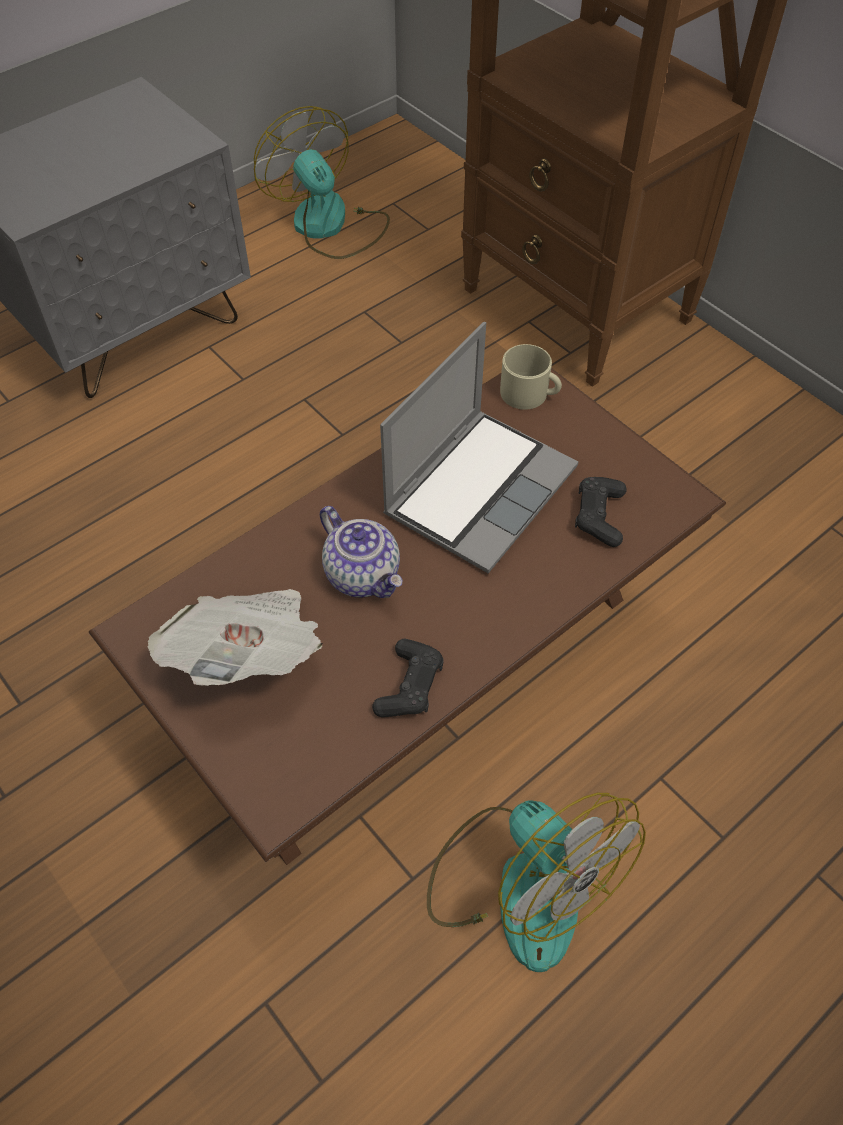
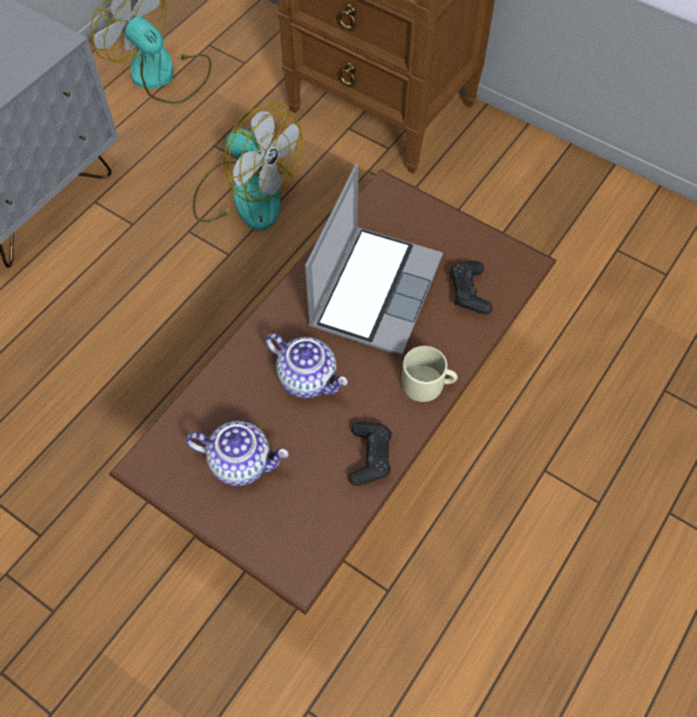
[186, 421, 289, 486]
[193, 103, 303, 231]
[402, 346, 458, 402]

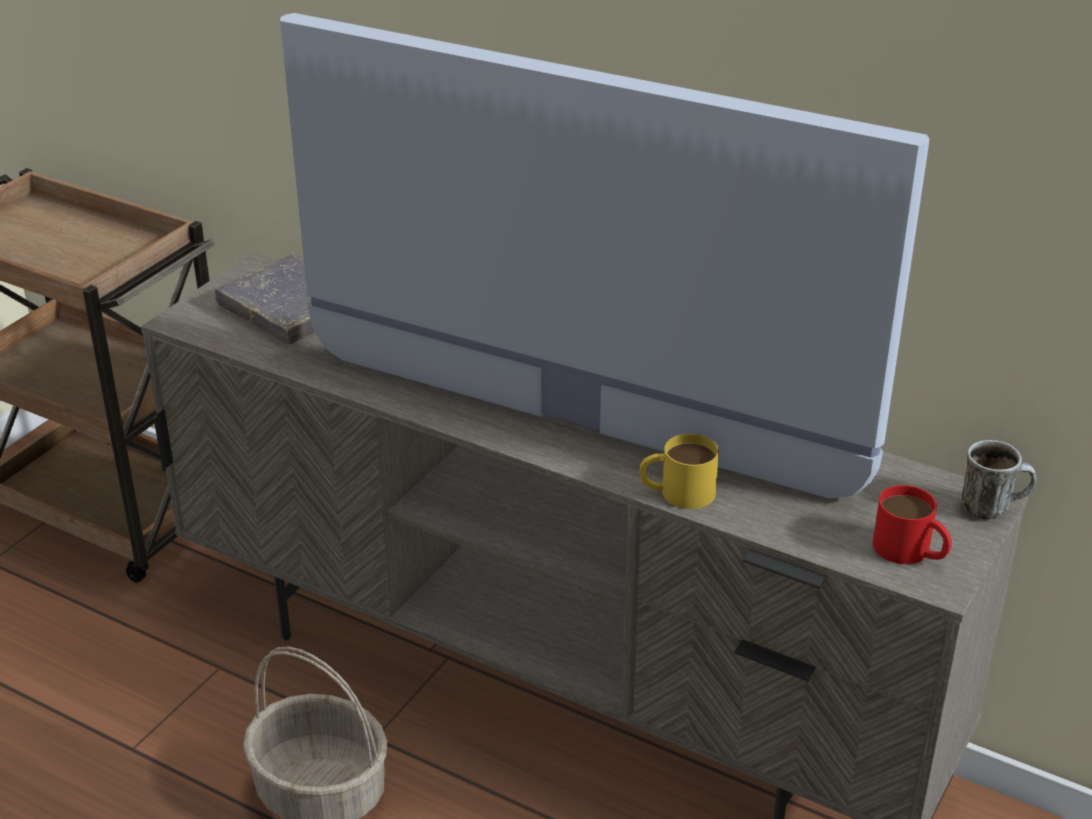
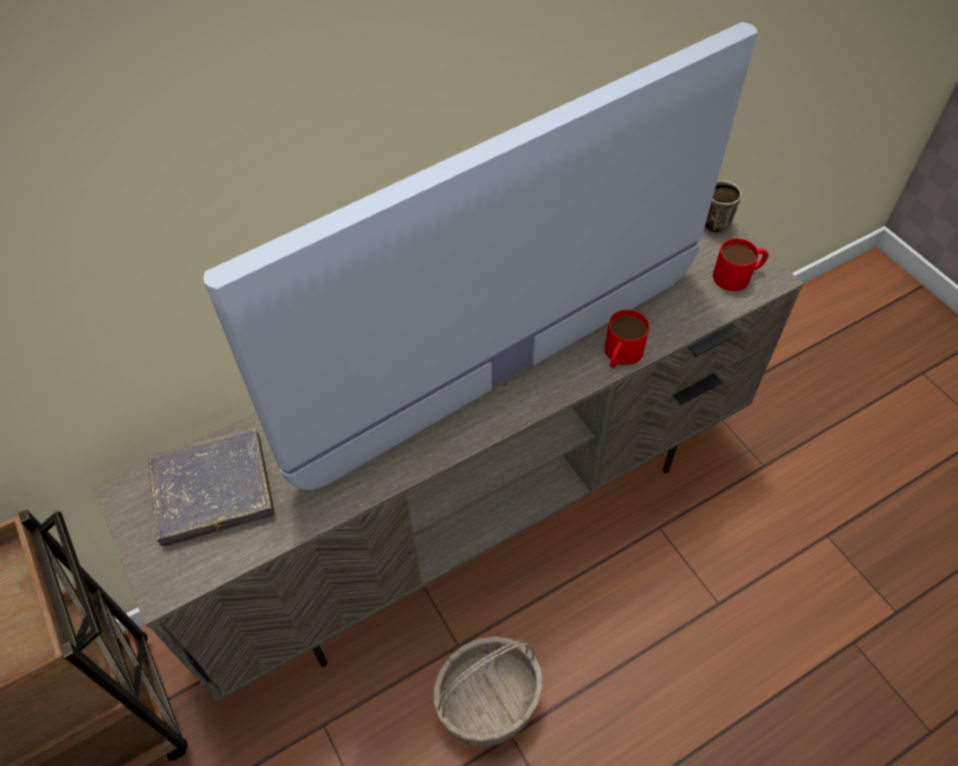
[605, 310, 649, 368]

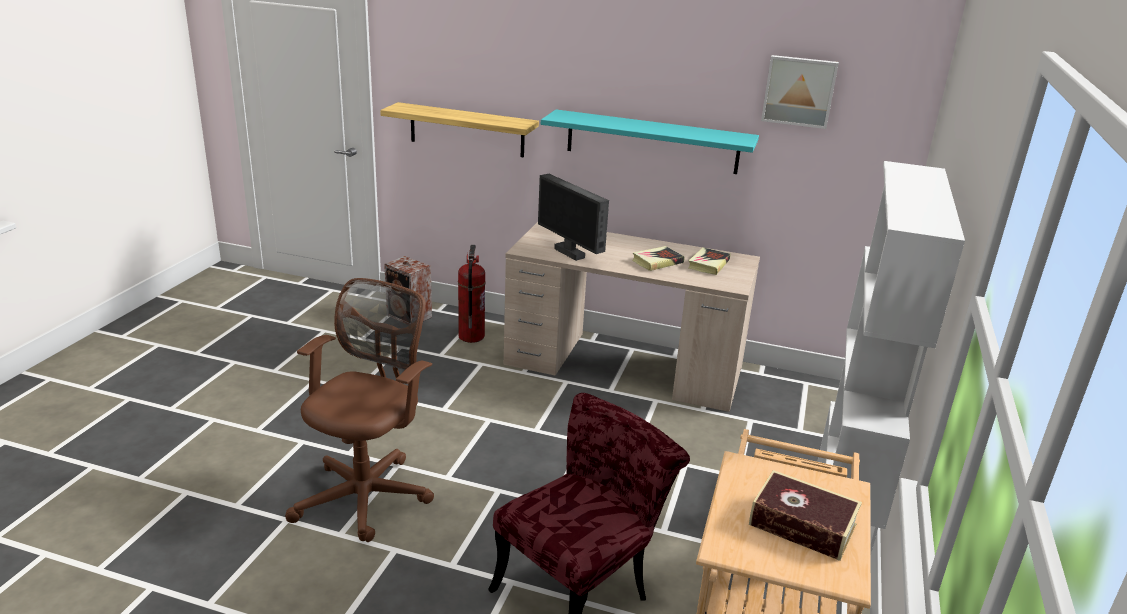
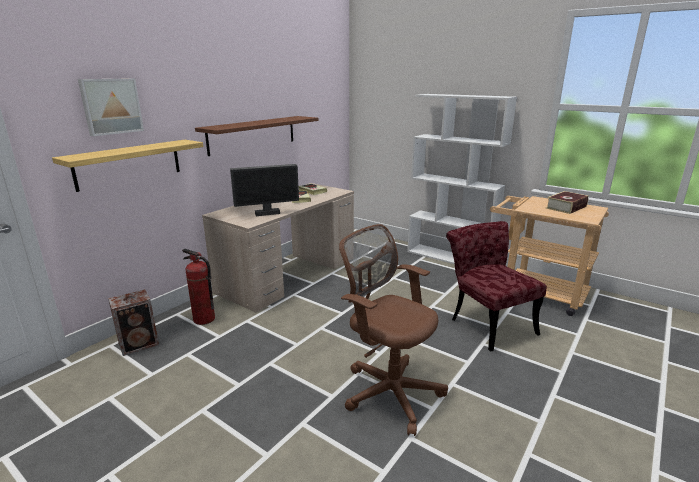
[195, 116, 318, 156]
[78, 78, 144, 136]

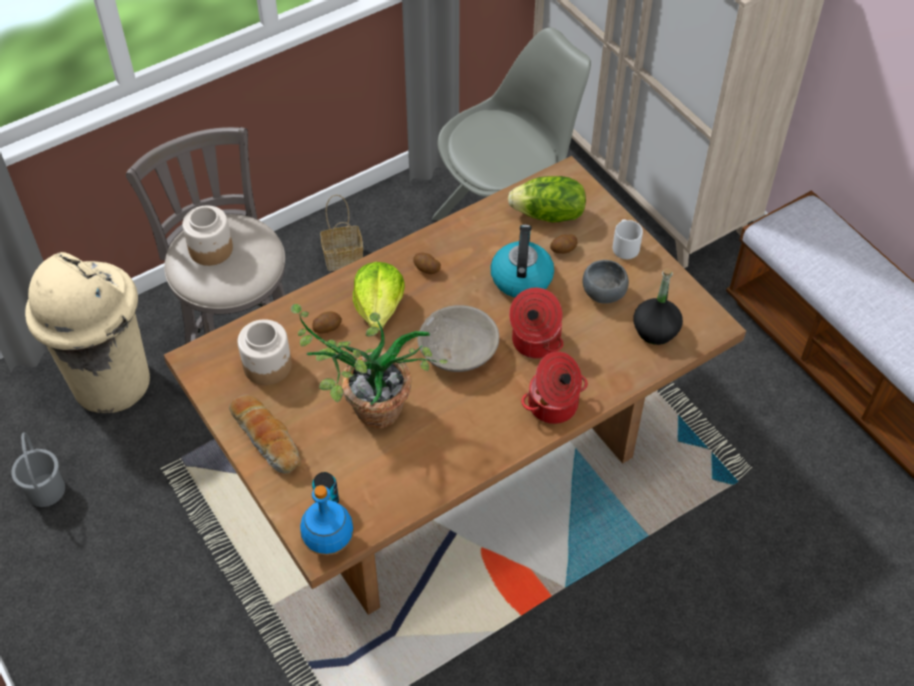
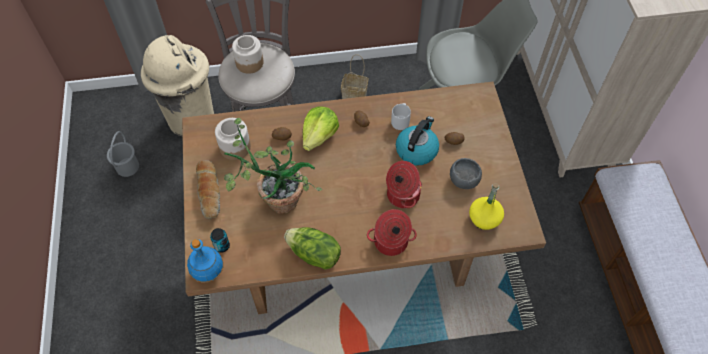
[418, 305, 499, 372] (first image)
[284, 227, 341, 269]
[391, 103, 411, 130]
[469, 183, 504, 230]

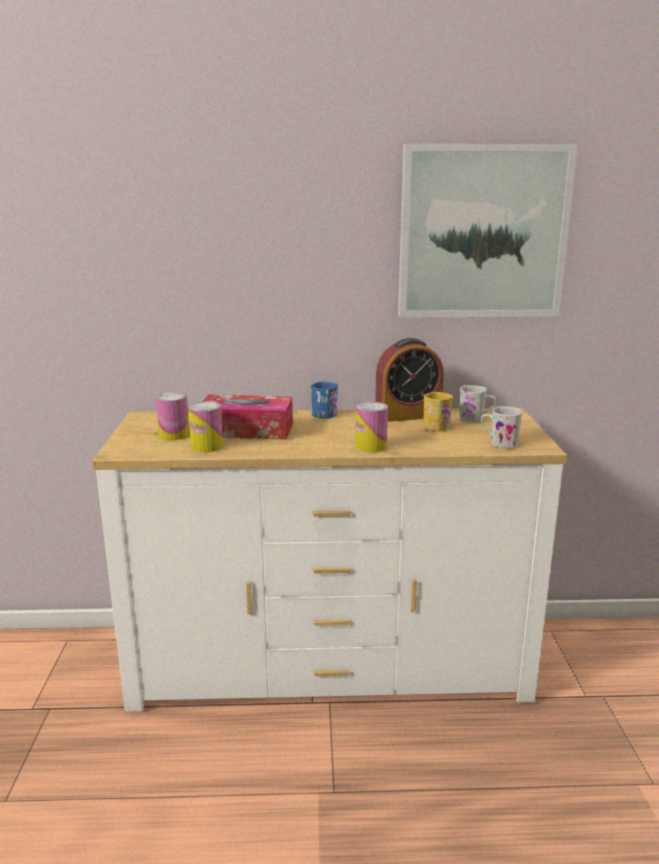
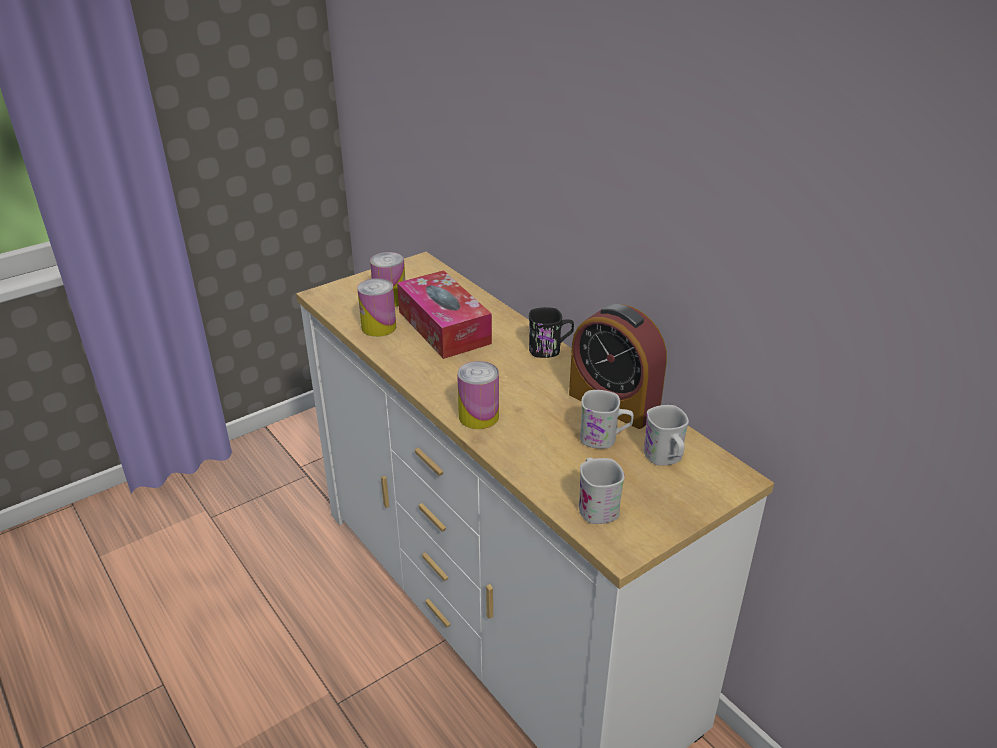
[529, 307, 574, 358]
[398, 144, 578, 318] (first image)
[580, 390, 634, 449]

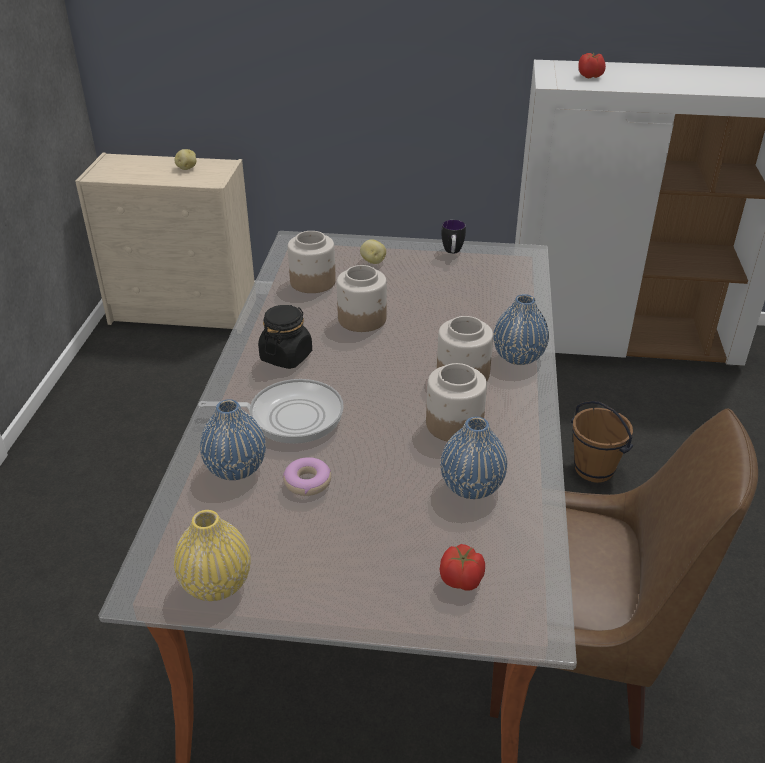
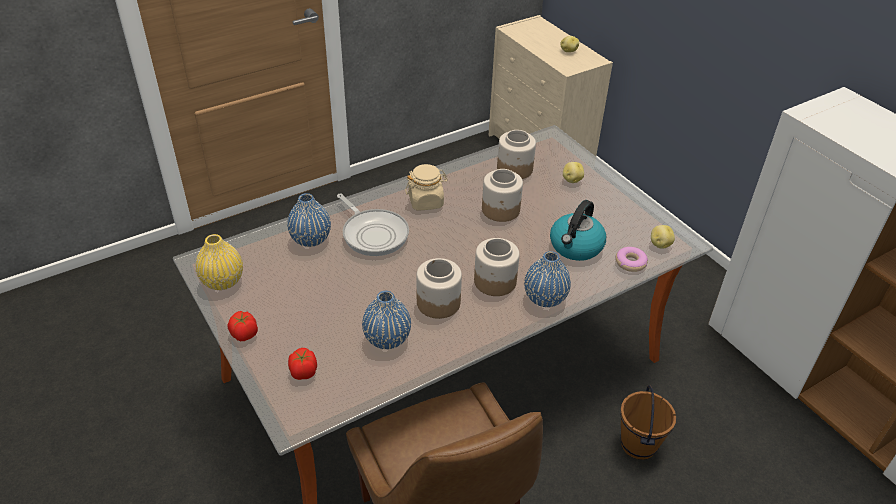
[405, 164, 448, 211]
[616, 247, 648, 272]
[441, 220, 466, 254] (first image)
[228, 311, 258, 341]
[550, 200, 606, 261]
[651, 225, 675, 249]

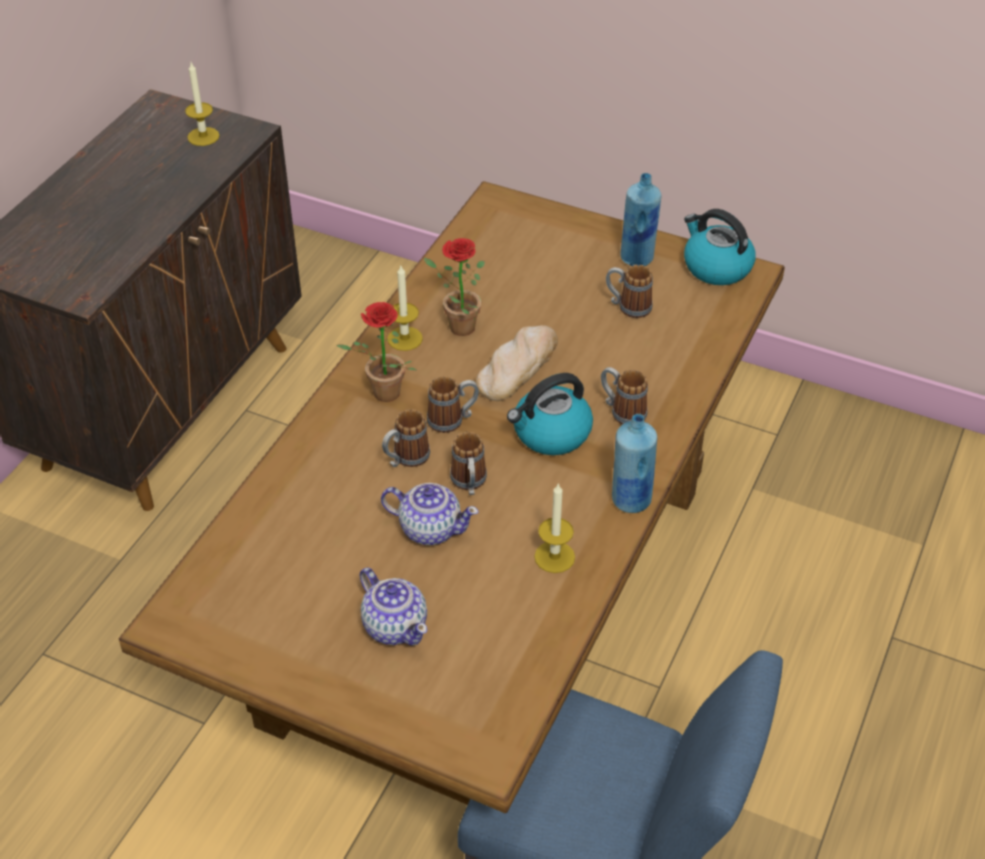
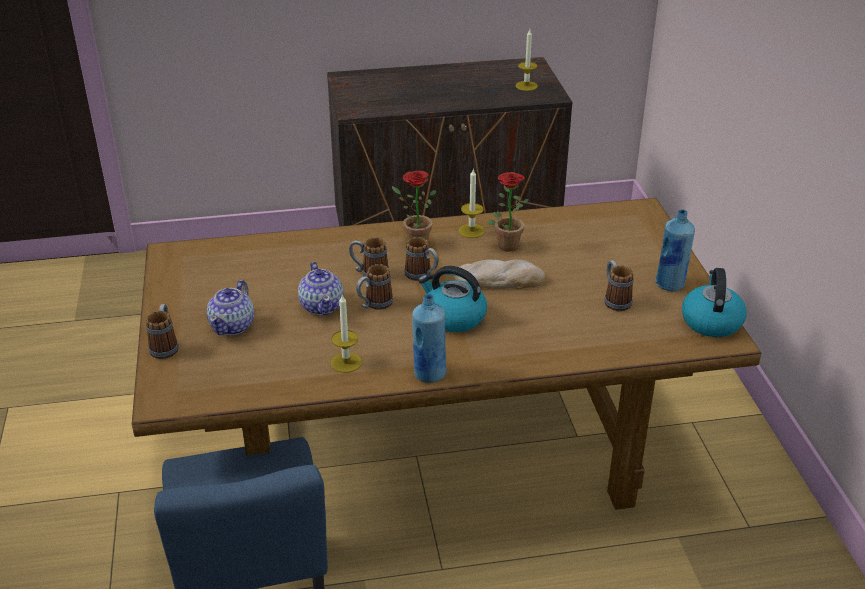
[146, 304, 179, 359]

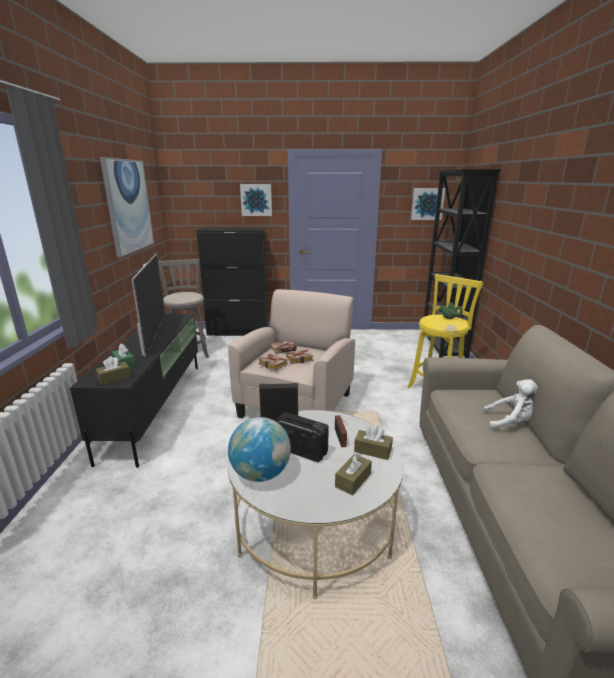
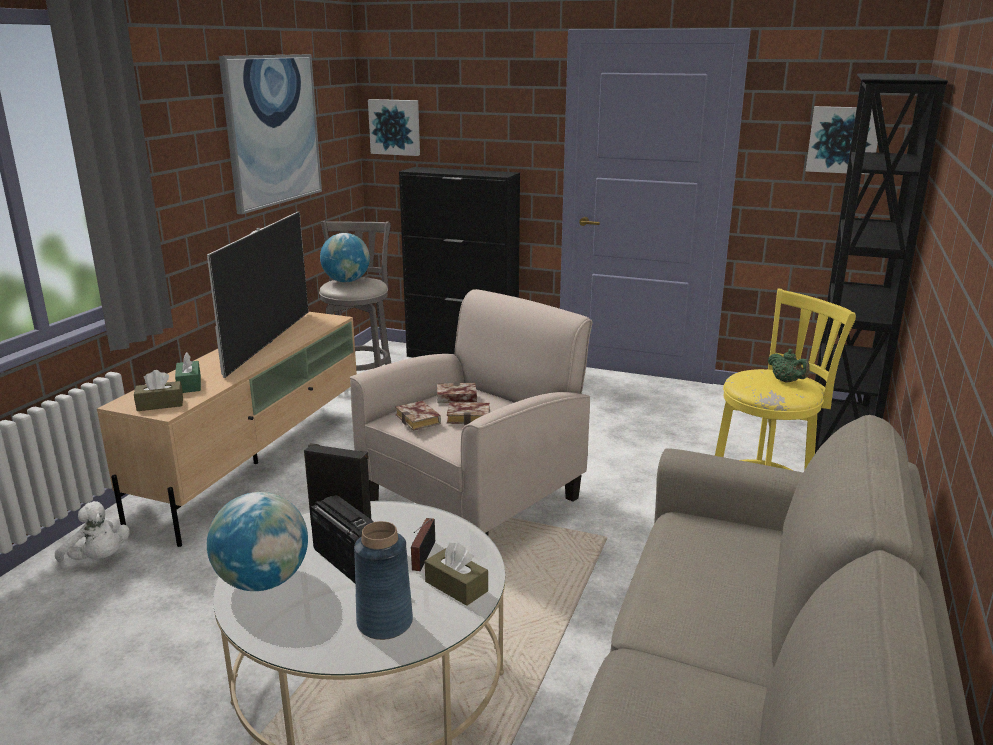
[97, 312, 357, 547]
[368, 99, 420, 156]
[354, 521, 413, 640]
[55, 501, 130, 562]
[320, 233, 370, 282]

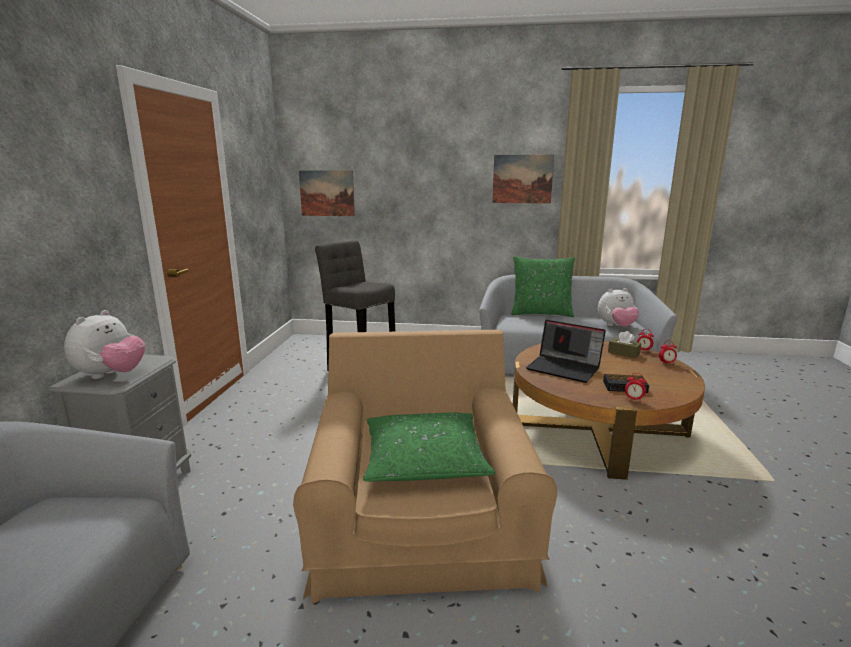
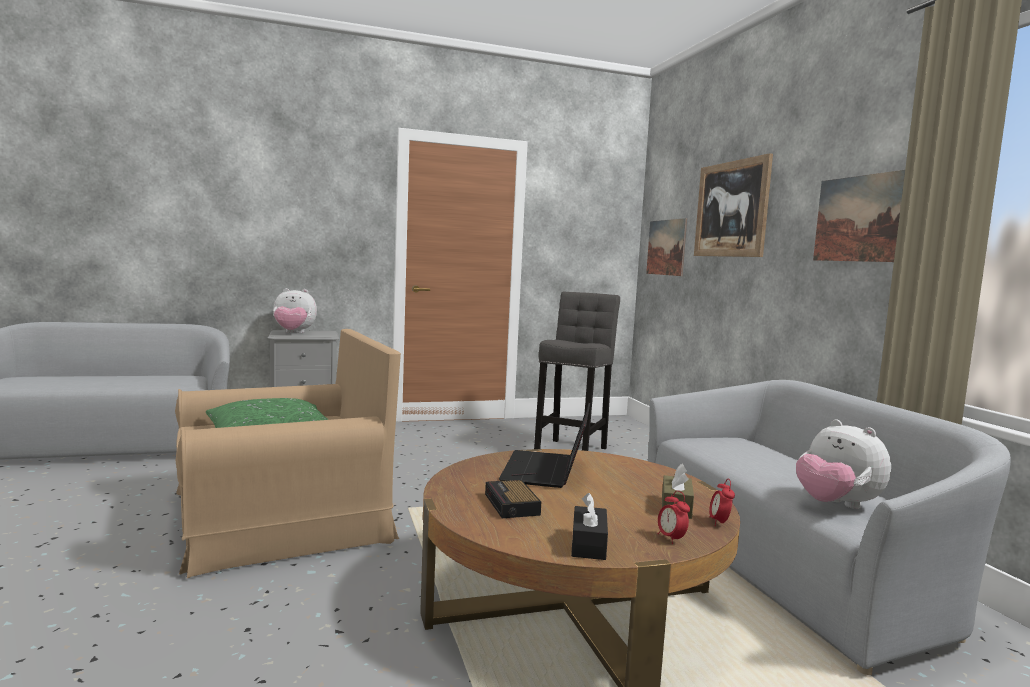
[511, 256, 575, 317] (first image)
[625, 373, 646, 403] (first image)
[571, 493, 608, 560]
[694, 153, 773, 257]

